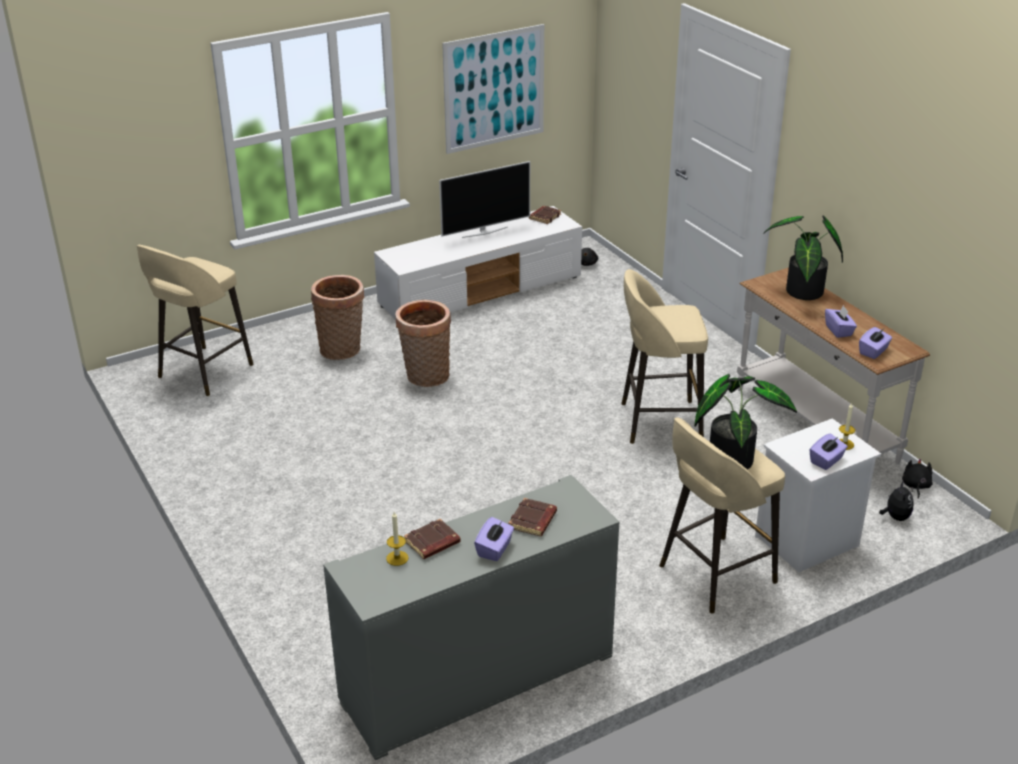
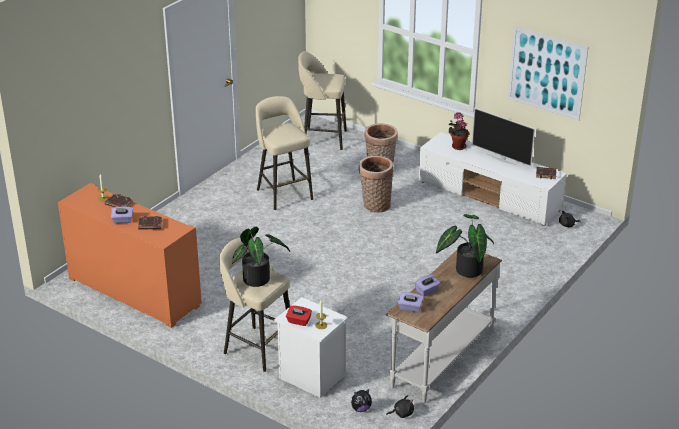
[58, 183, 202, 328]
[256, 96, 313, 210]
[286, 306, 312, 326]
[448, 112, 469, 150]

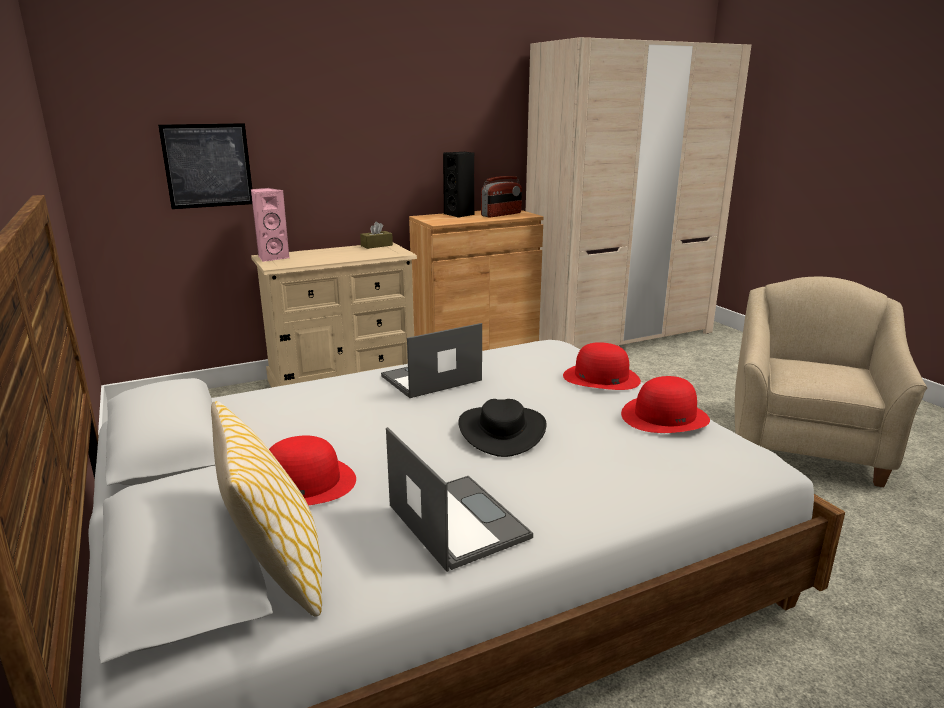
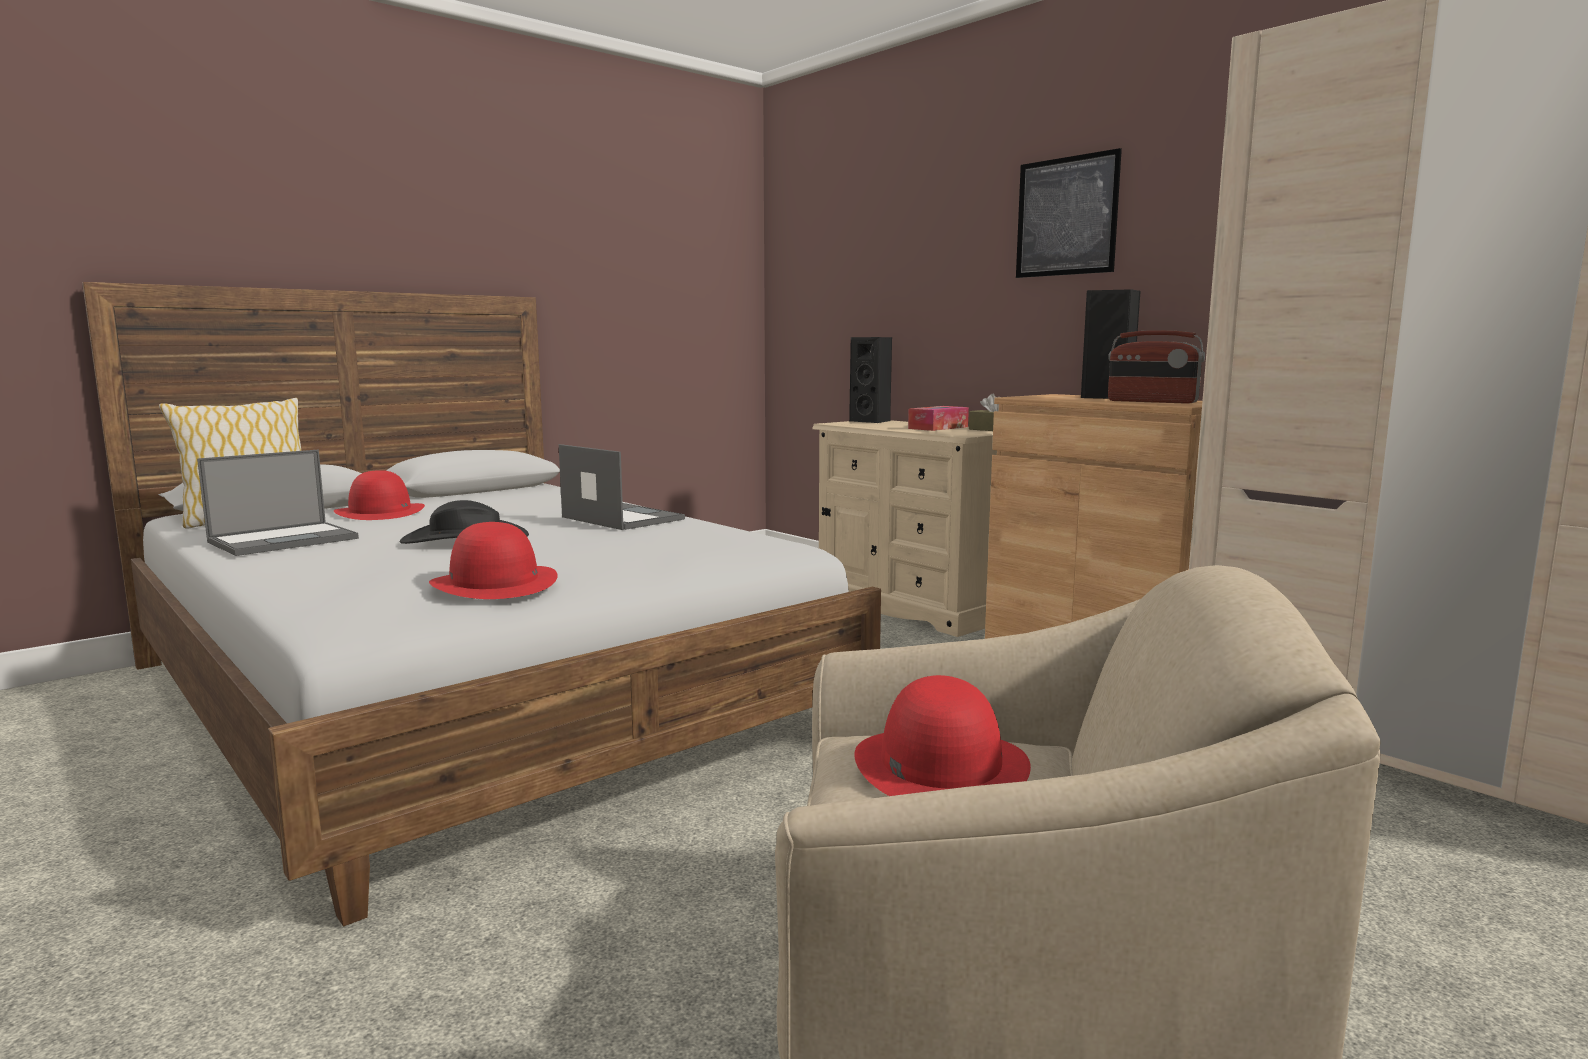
[1016, 148, 1122, 278]
[849, 337, 892, 423]
[854, 675, 1031, 796]
[908, 406, 969, 431]

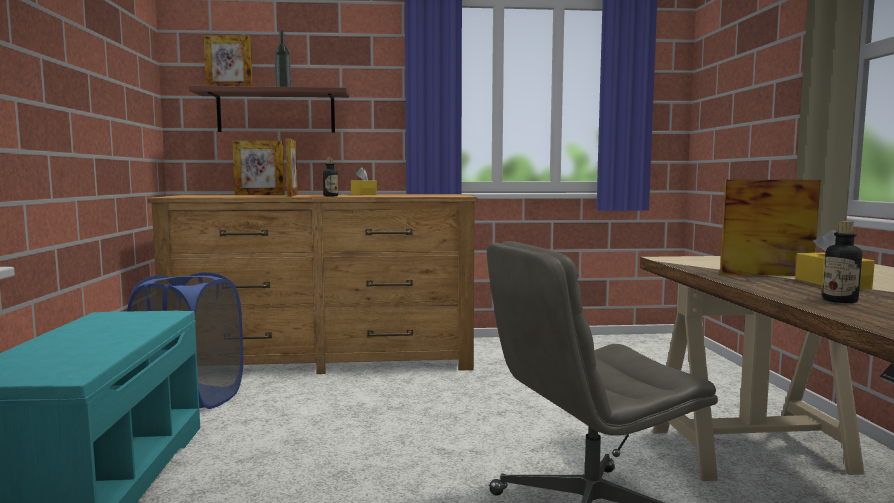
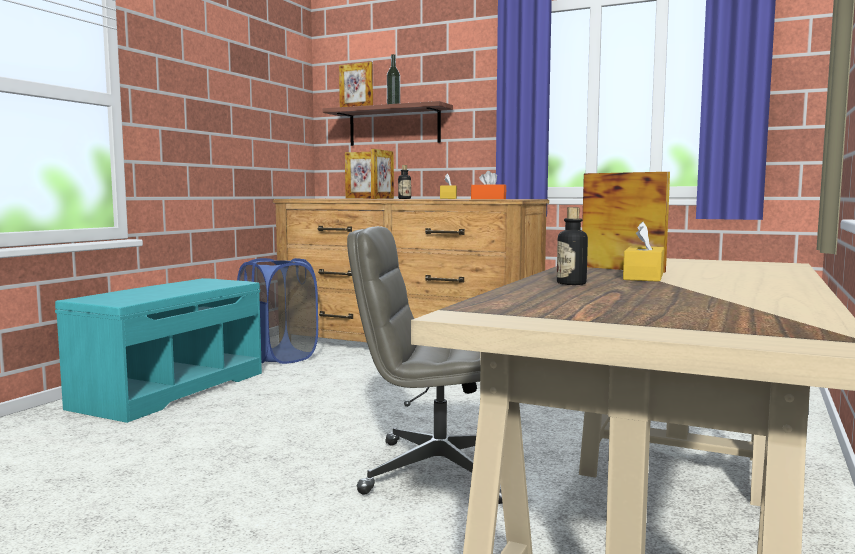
[471, 171, 506, 199]

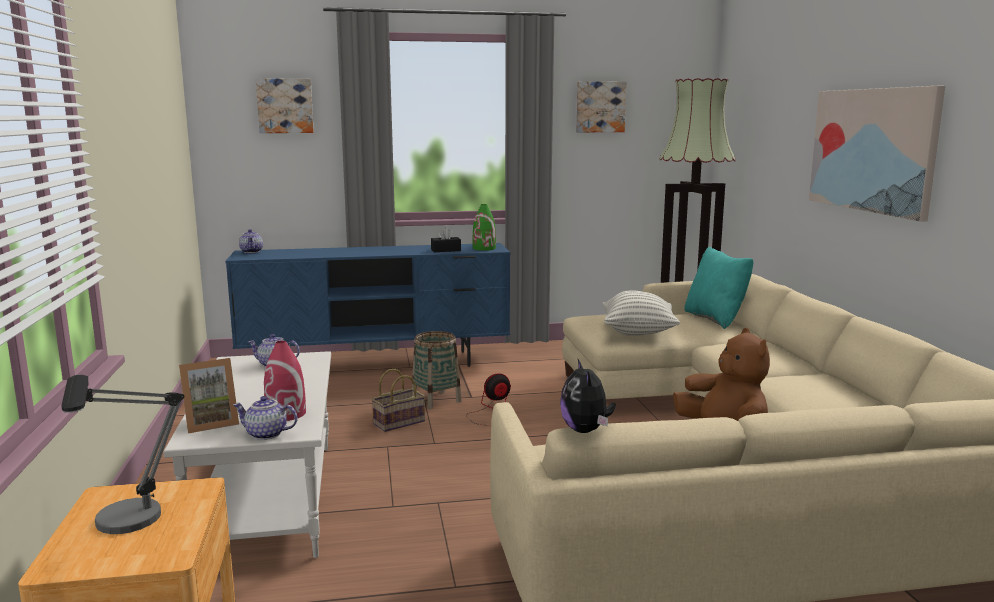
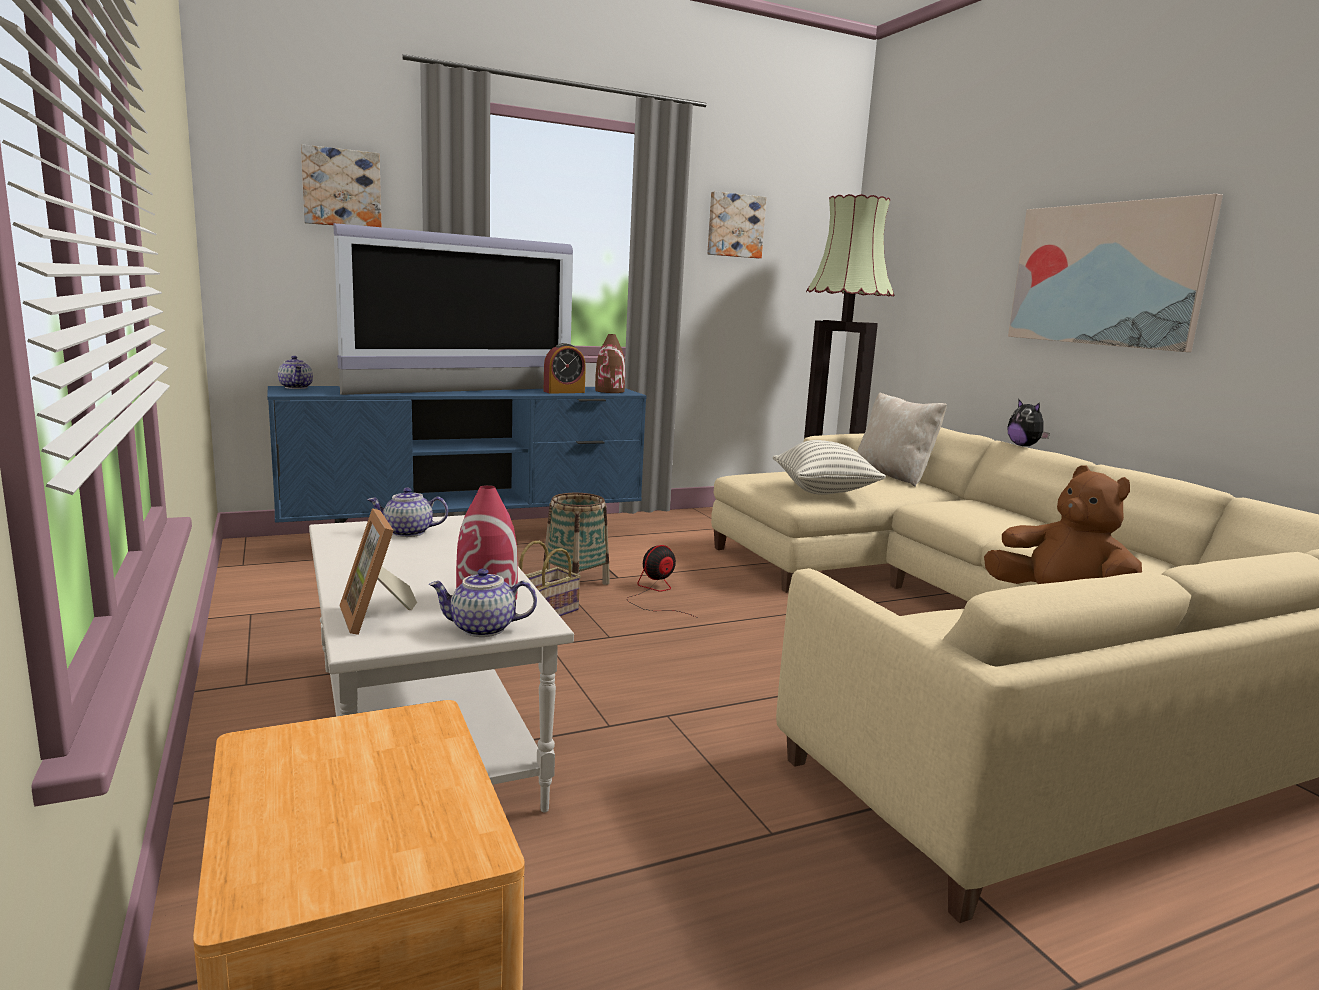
[61, 375, 184, 534] (first image)
[339, 508, 417, 635]
[544, 343, 586, 393]
[595, 334, 625, 393]
[1008, 399, 1050, 446]
[857, 392, 947, 487]
[333, 223, 573, 395]

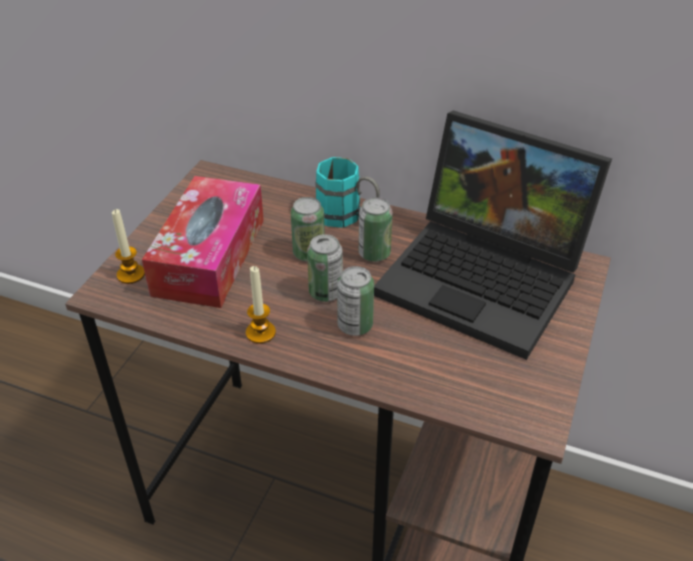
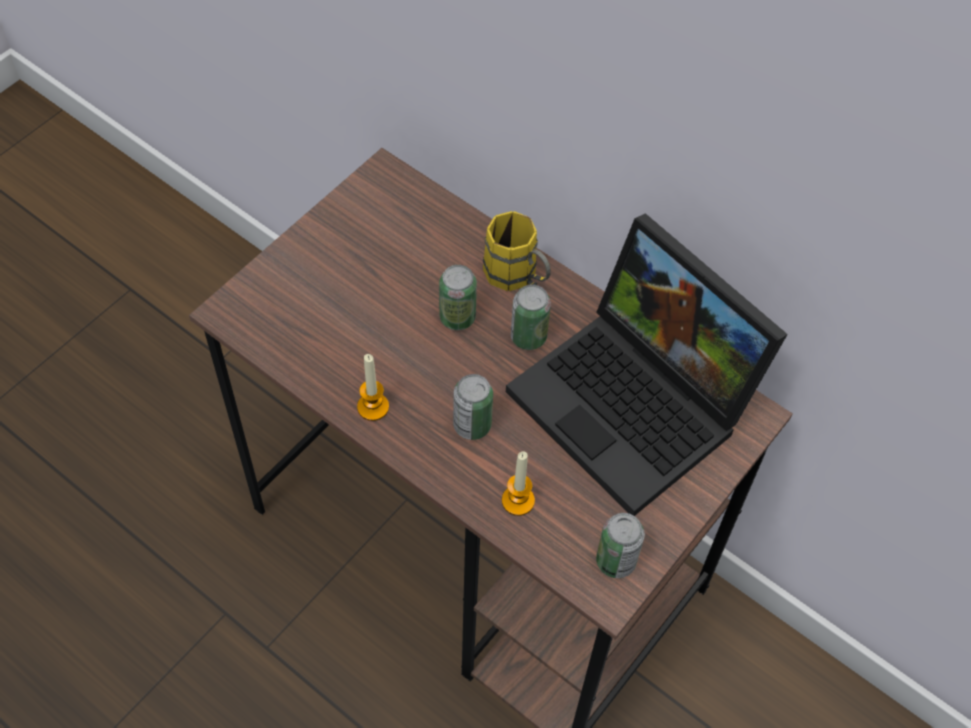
[502, 452, 535, 516]
[142, 176, 264, 308] (first image)
[596, 513, 645, 578]
[483, 211, 551, 291]

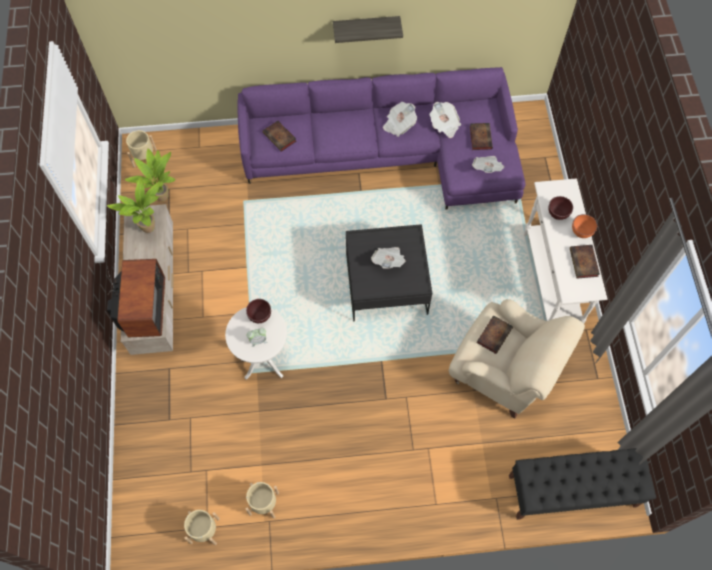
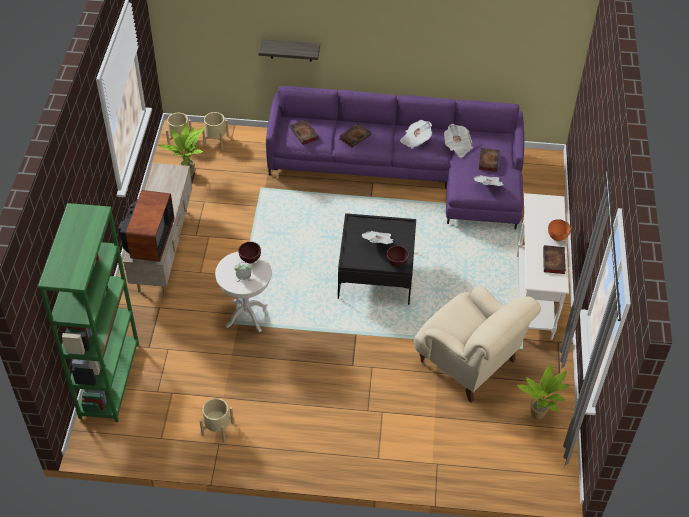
[517, 364, 570, 420]
[202, 112, 229, 149]
[259, 39, 320, 62]
[339, 124, 371, 147]
[509, 448, 656, 520] (first image)
[387, 246, 409, 267]
[38, 203, 139, 422]

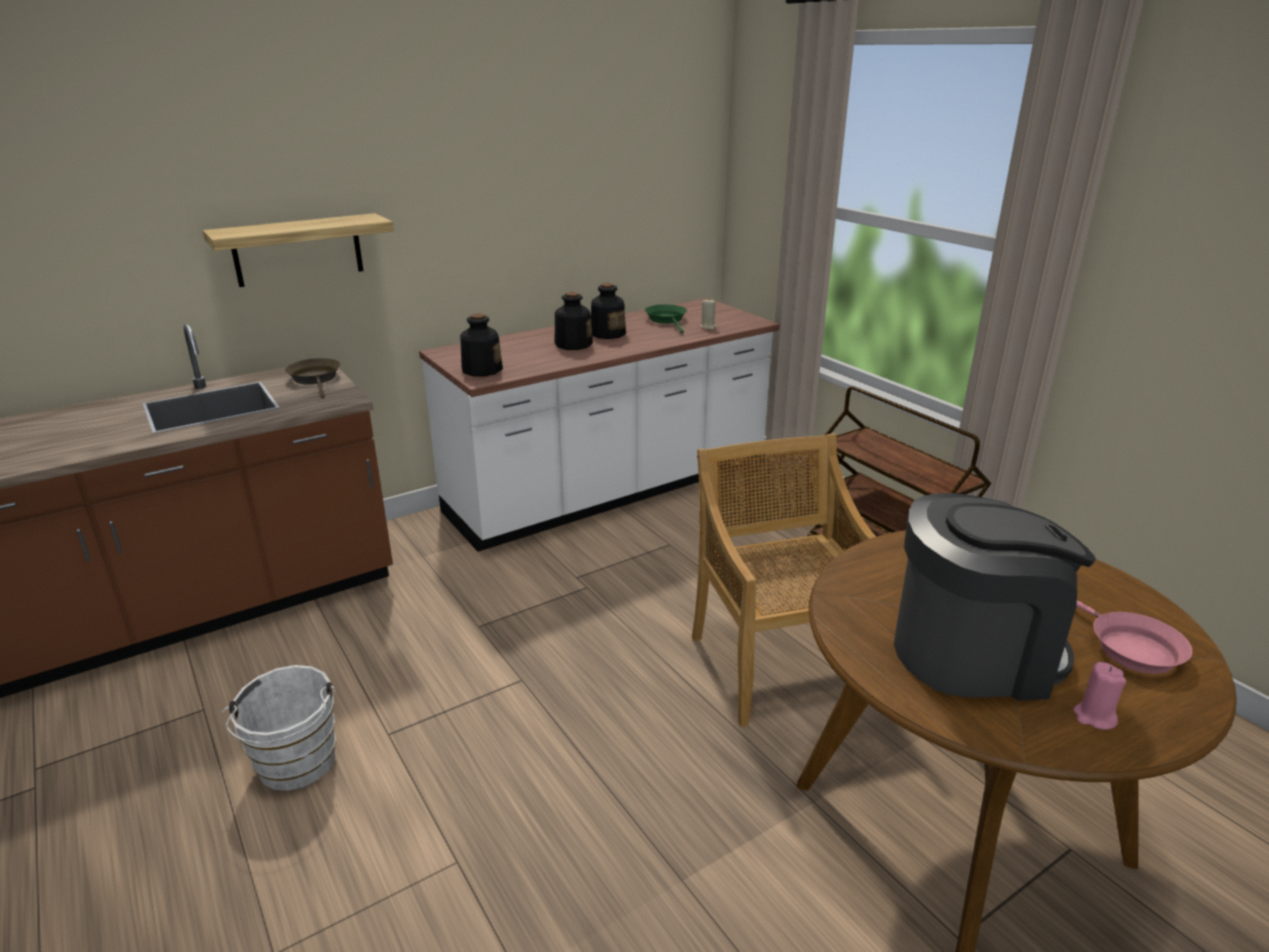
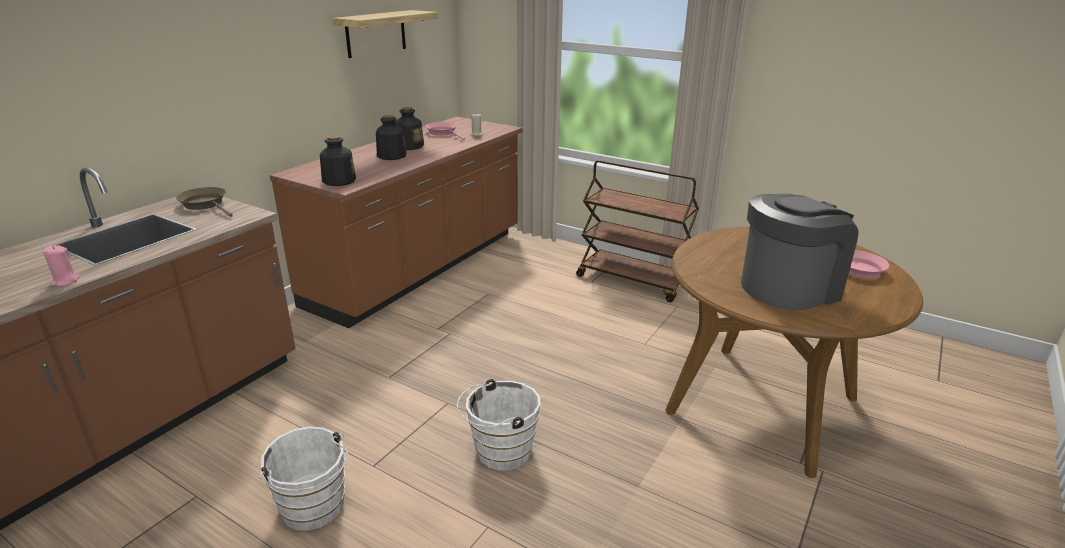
[333, 10, 438, 58]
[269, 117, 523, 328]
[425, 122, 465, 140]
[692, 433, 876, 727] (first image)
[43, 245, 80, 286]
[457, 379, 541, 470]

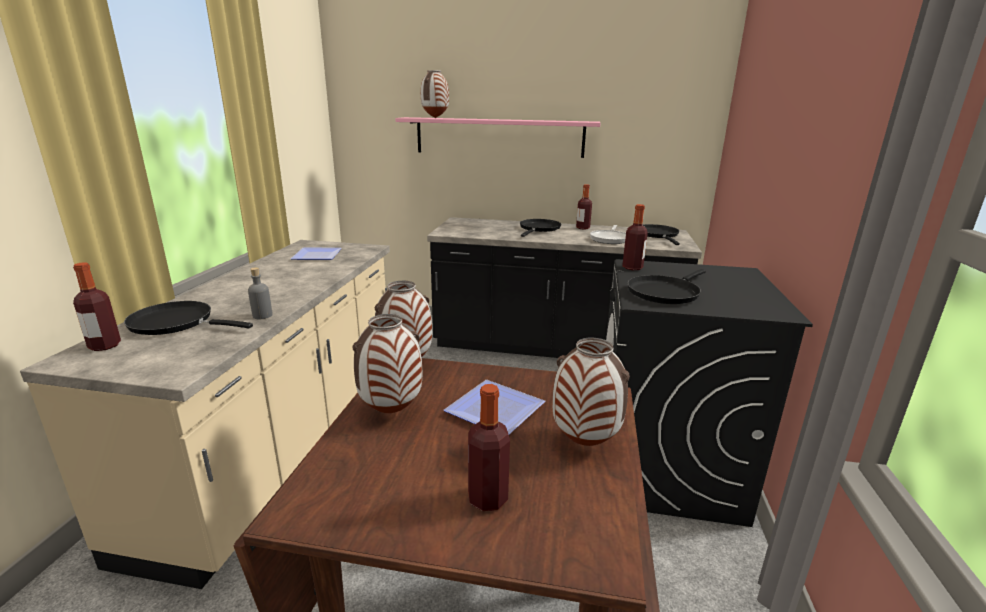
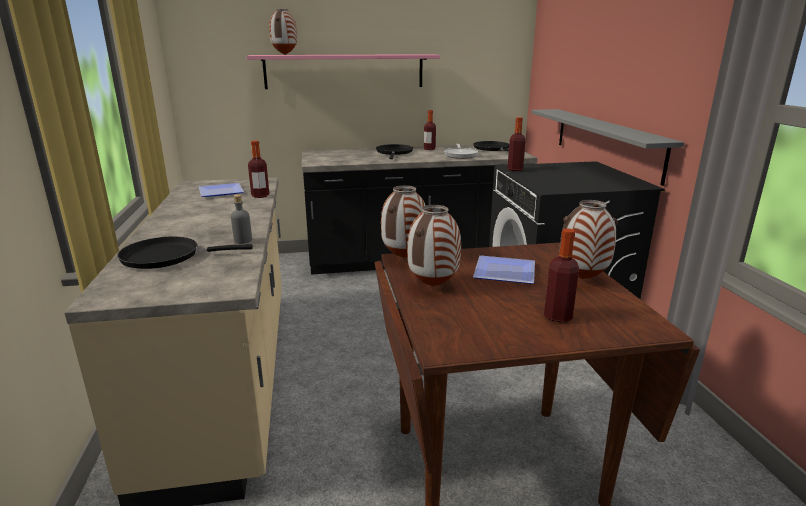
[248, 141, 269, 198]
[628, 269, 706, 304] (first image)
[531, 109, 684, 186]

